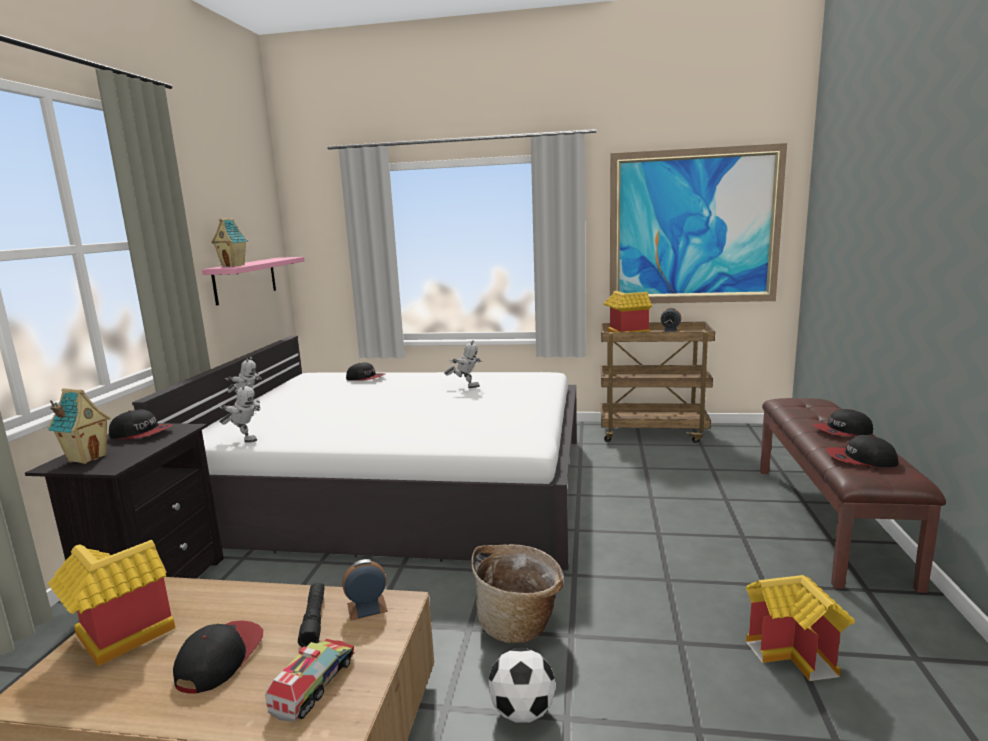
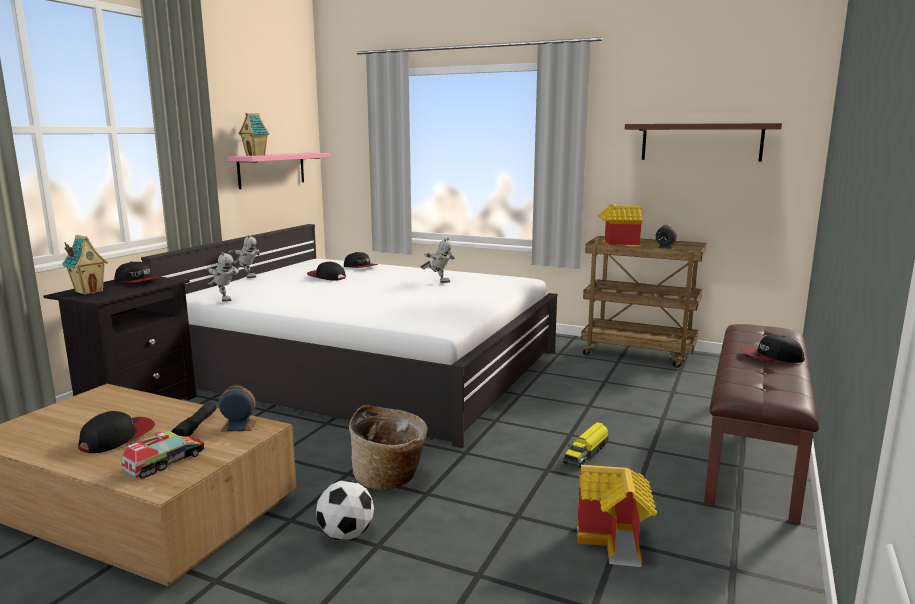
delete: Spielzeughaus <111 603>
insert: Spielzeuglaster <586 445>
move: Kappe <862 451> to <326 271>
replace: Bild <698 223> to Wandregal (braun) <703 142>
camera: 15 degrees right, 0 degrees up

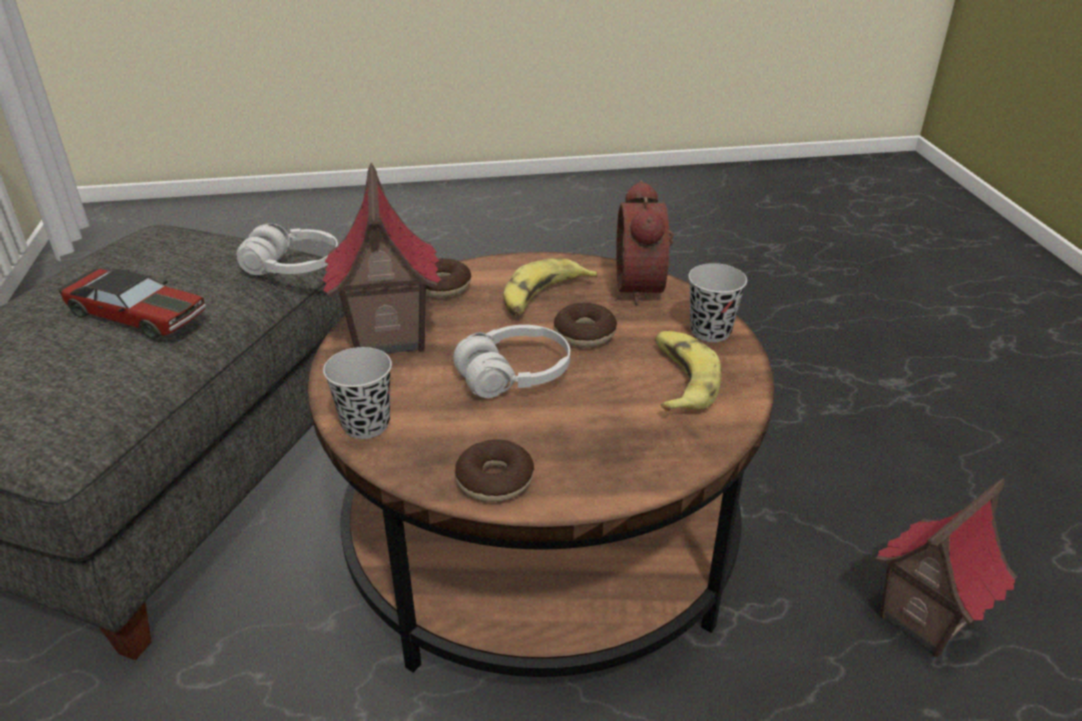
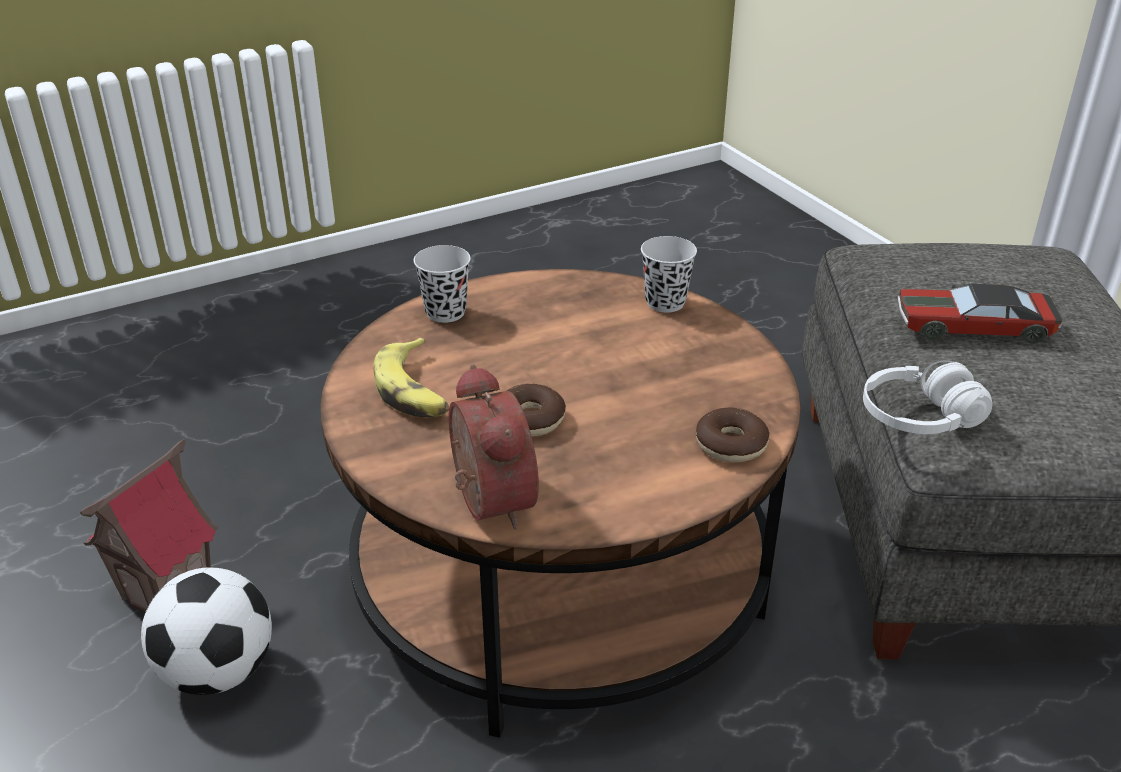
delete: Spielzeughaus <381 258>; Kopfhörer (weiß) <512 361>; Donut <494 470>; Banane <551 287>
insert: Fußball <206 631>
move: Tasse (schwarz) <717 302> to <442 284>
camera: 160 degrees right, 0 degrees up

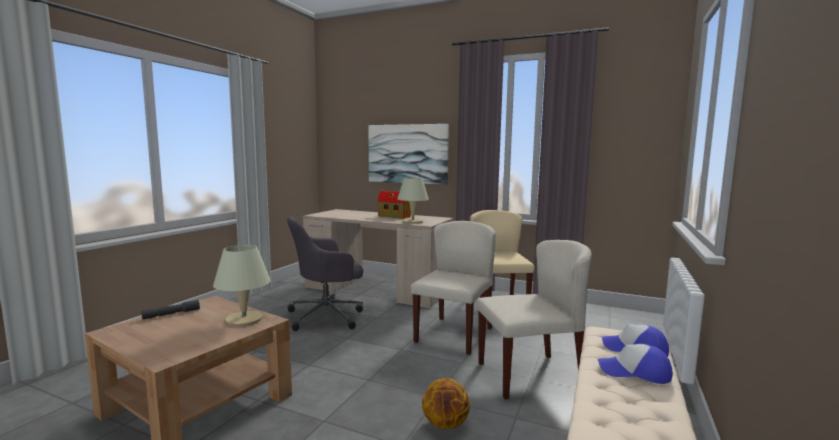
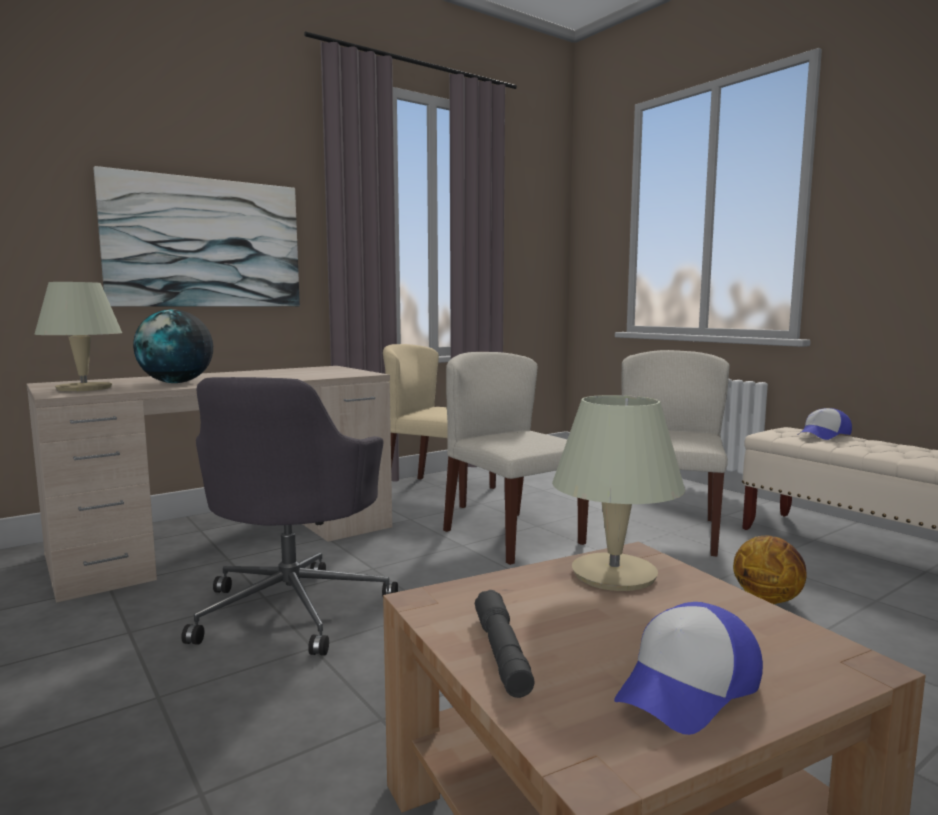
delete: Spielzeughaus <393 205>
insert: Globus <173 346>
move: Tischlampe (beige) <413 201> to <78 337>; Kappe <635 364> to <688 668>
camera: 60 degrees left, 0 degrees up

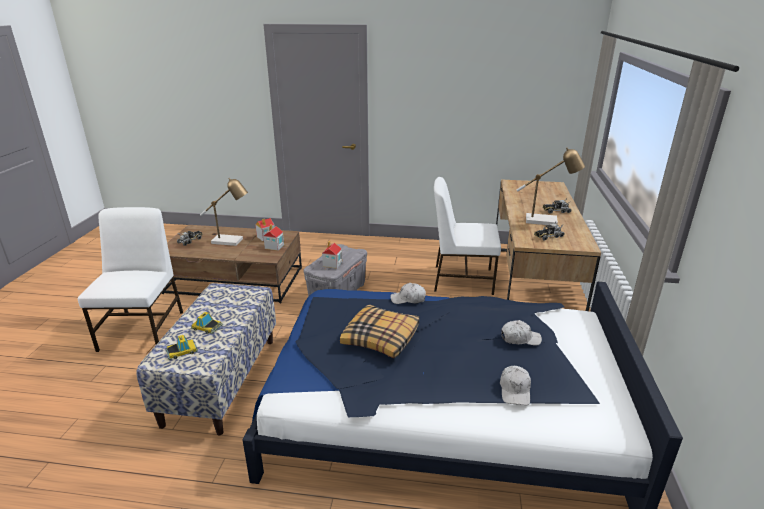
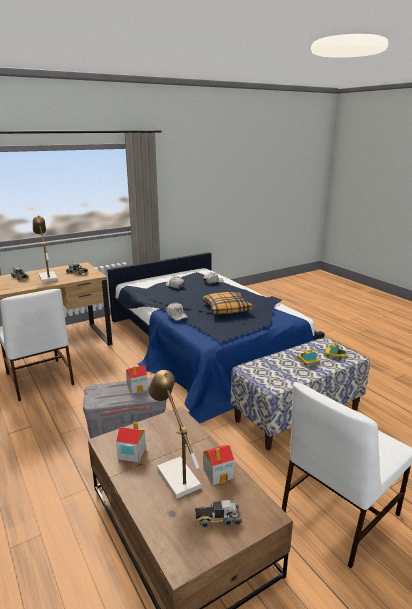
move: Spielzeughaus <274 237> to <219 465>
camera: 130 degrees left, 5 degrees down

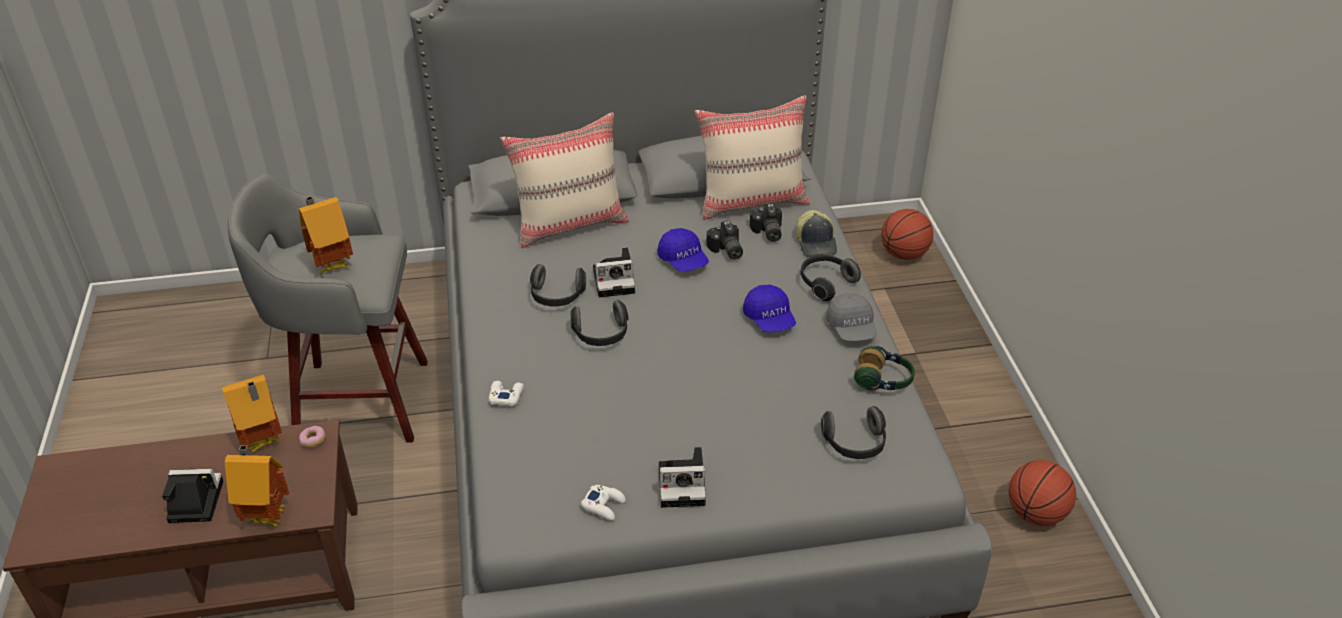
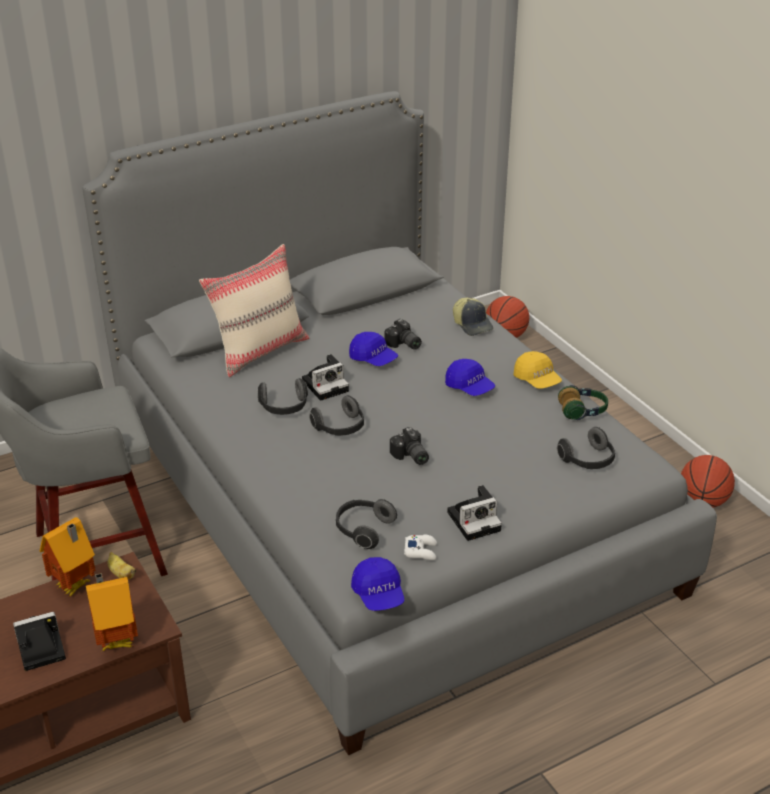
delete: Spielzeughaus <326 235>; Gamepad (weiß) <506 393>; Kissen (beige) <752 158>
insert: Kappe (blau) <377 584>
move: Kamera <766 223> to <409 446>; Kopfhörer <830 277> to <366 524>
replace: Donut <312 437> to Banane <122 565>
recolor: Kappe (grau) <851 317> to Kappe (gelb) <538 370>
camera: 20 degrees left, 5 degrees down

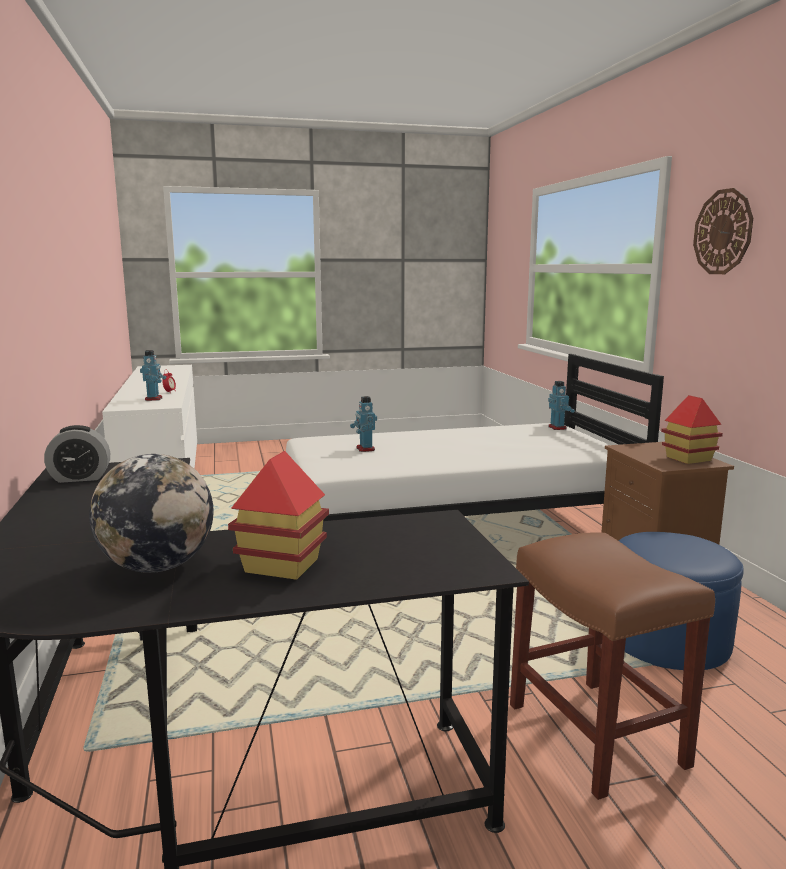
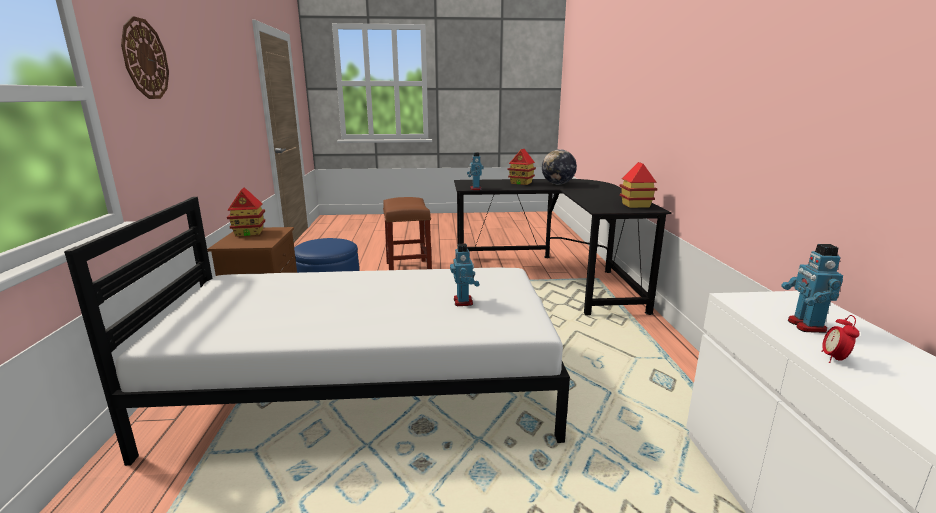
move: Spielzeugroboter <561 405> to <475 171>
replace: Wecker <77 454> to Spielzeughaus <638 185>
camera: 170 degrees left, 5 degrees up

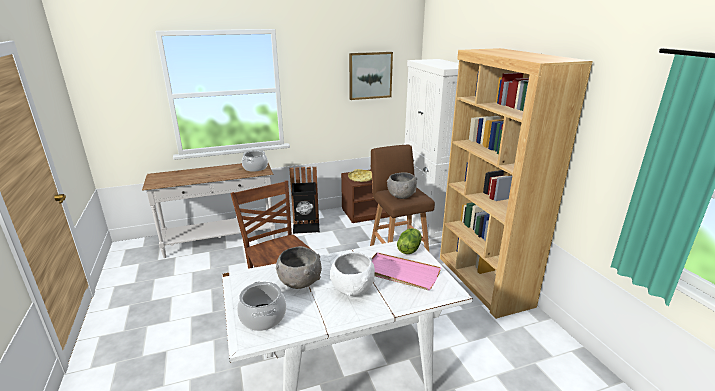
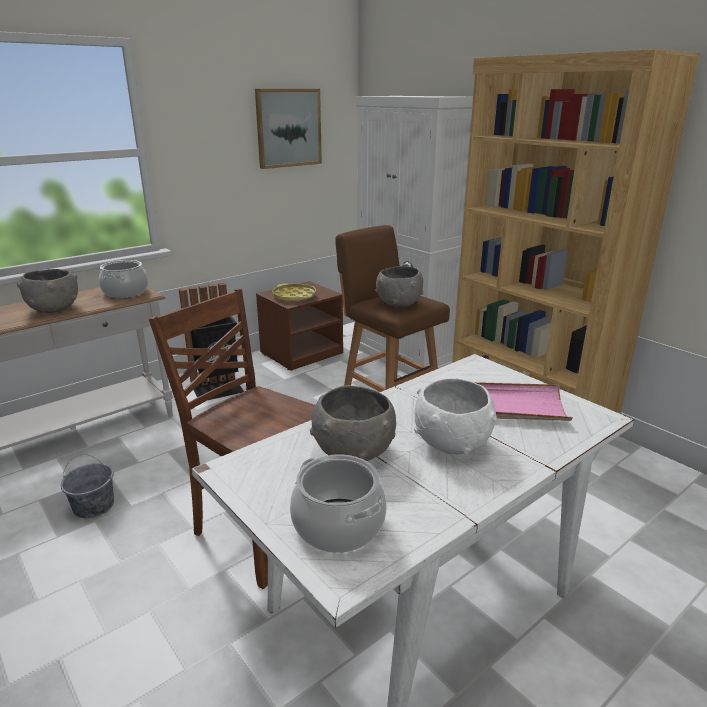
delete: Salatkopf <409 241>
insert: Schüssel (grau) <47 291>; Eimer (grau) <87 486>
camera: 20 degrees left, 0 degrees up

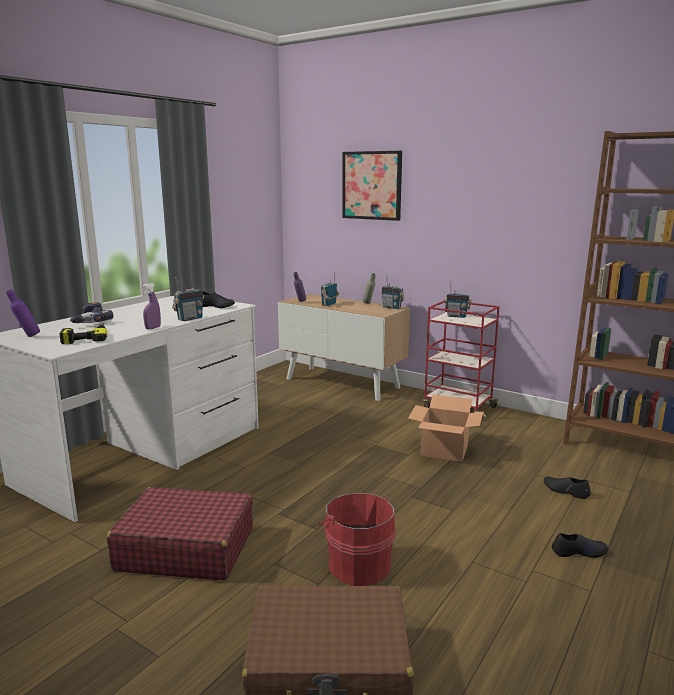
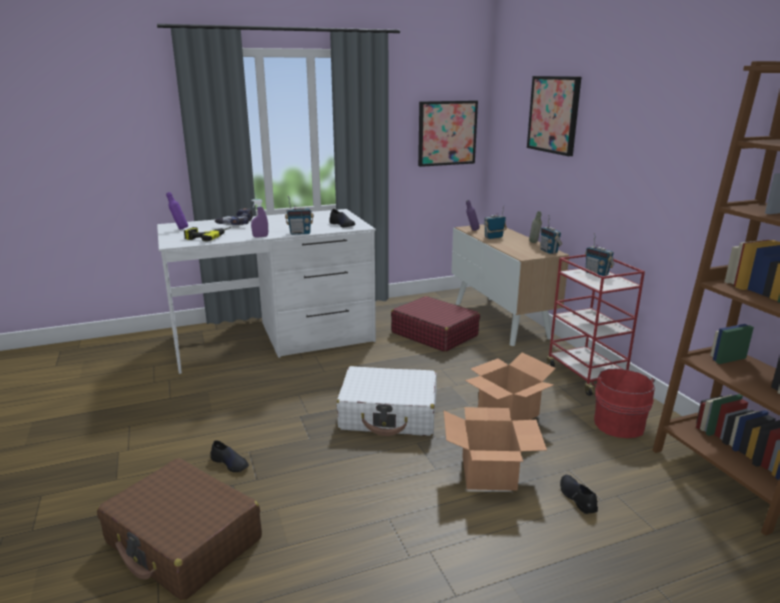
insert: Koffer (weiß) <386 401>; Bild <448 133>; Karton <495 449>
move: Koffer (rot) <180 533> to <435 324>; Eimer (rot) <357 539> to <623 403>; Schuh (schwarz) <580 545> to <230 456>
camera: 35 degrees right, 5 degrees up

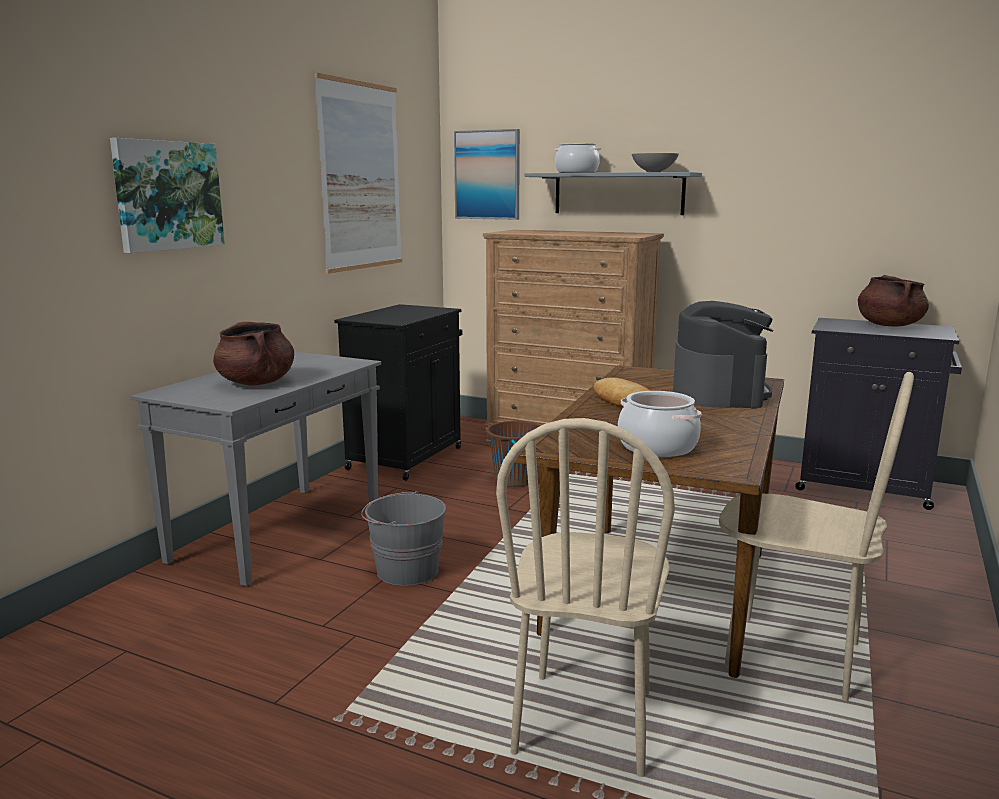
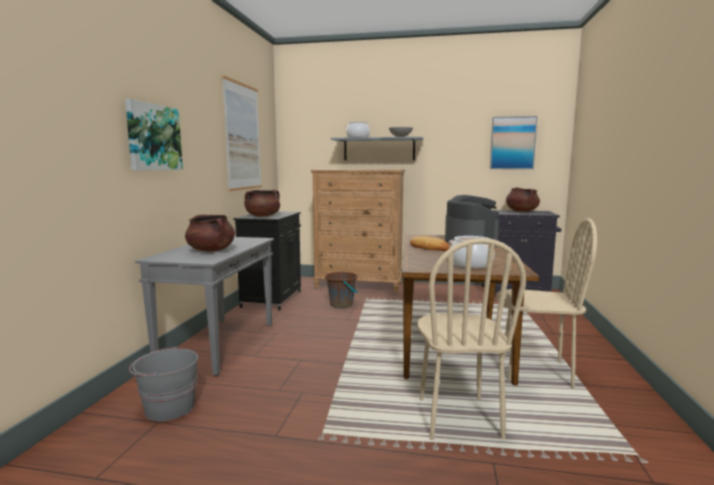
insert: Kochtopf (braun) <262 203>
move: Eimer (grau) <403 538> to <163 384>; Bild <487 174> to <514 142>
camera: 15 degrees left, 5 degrees down

